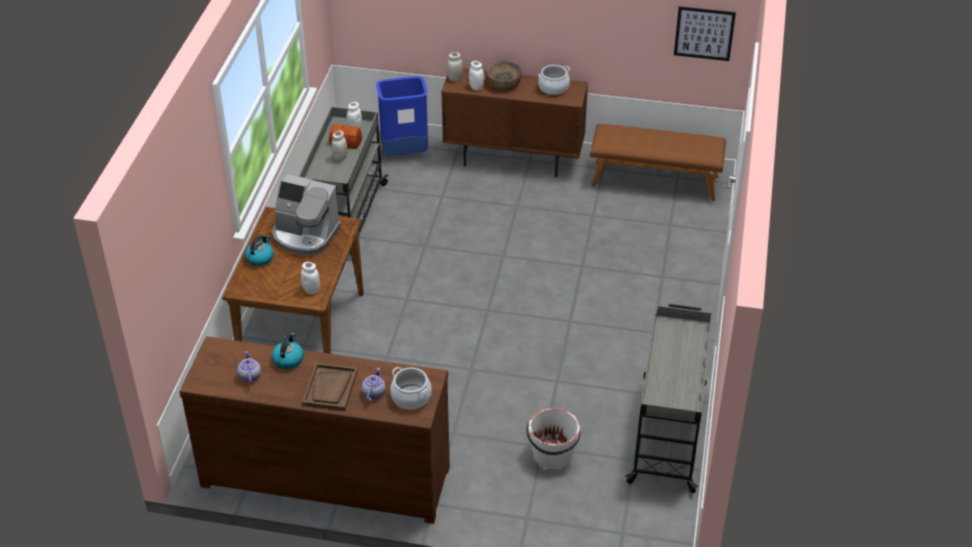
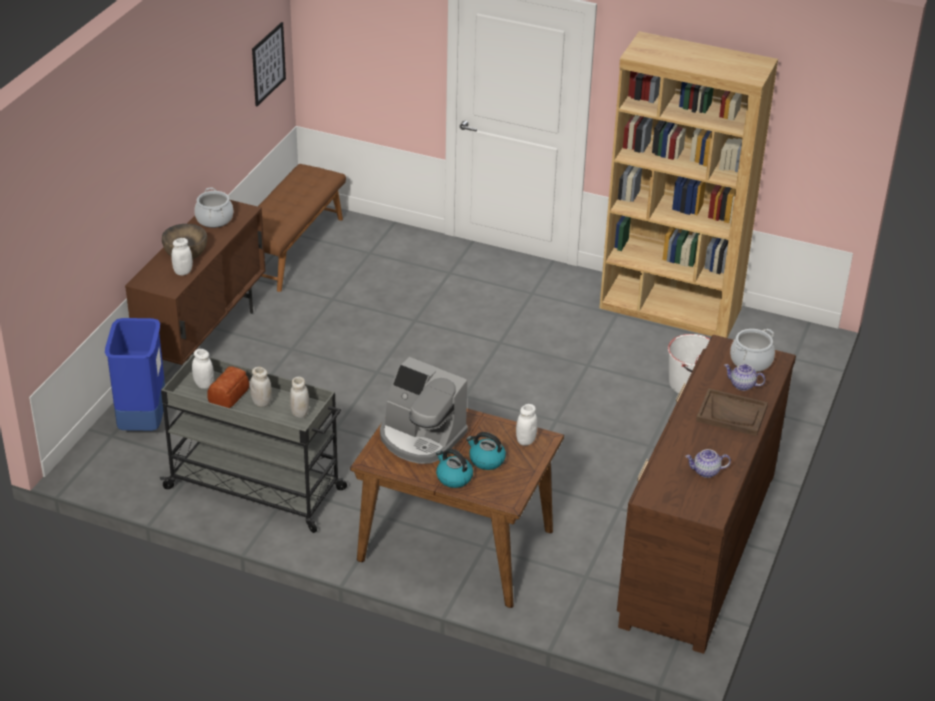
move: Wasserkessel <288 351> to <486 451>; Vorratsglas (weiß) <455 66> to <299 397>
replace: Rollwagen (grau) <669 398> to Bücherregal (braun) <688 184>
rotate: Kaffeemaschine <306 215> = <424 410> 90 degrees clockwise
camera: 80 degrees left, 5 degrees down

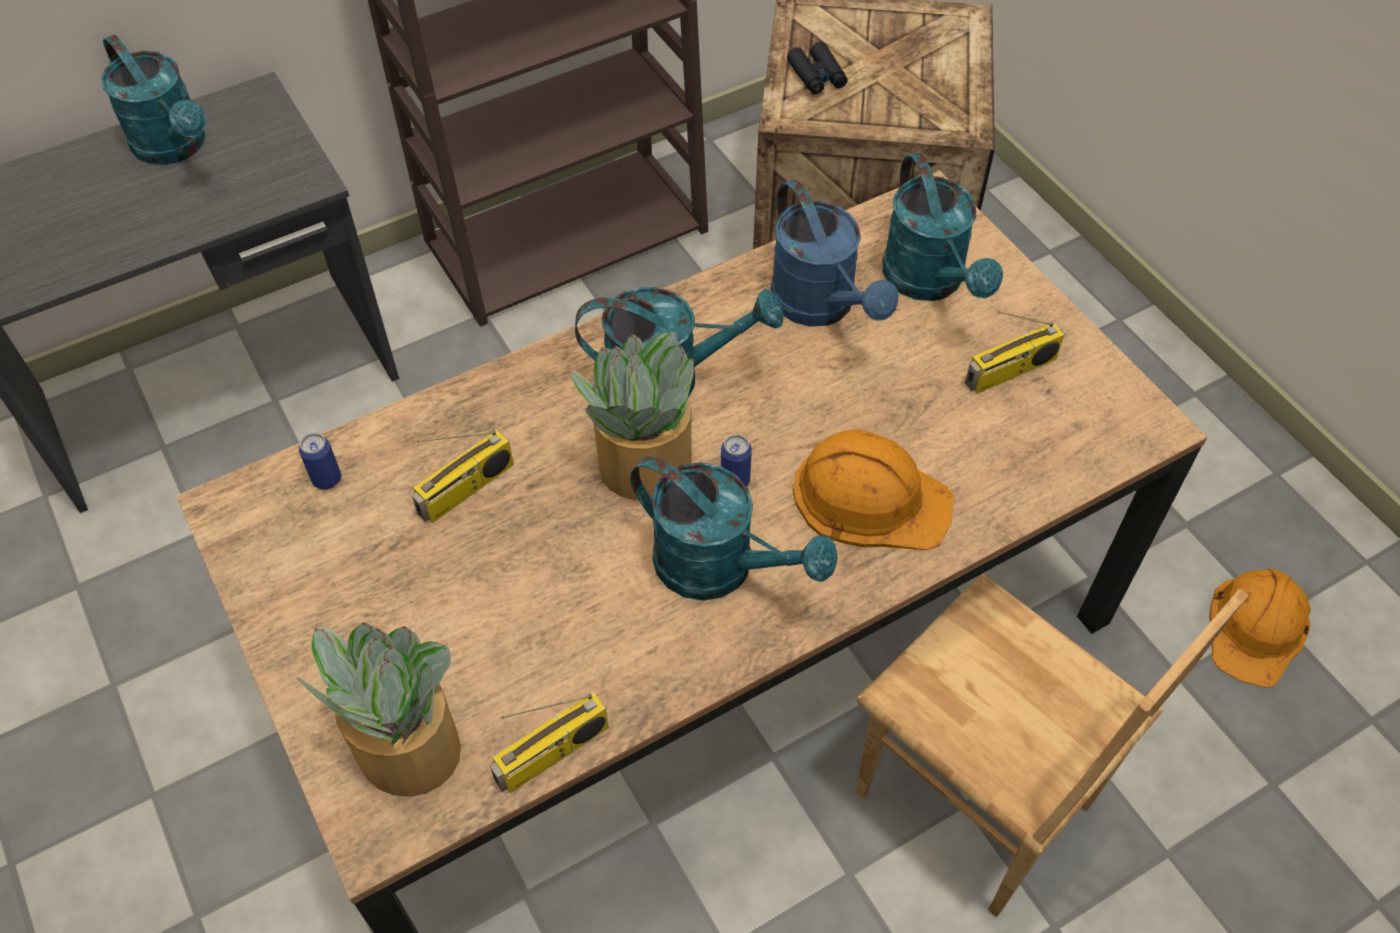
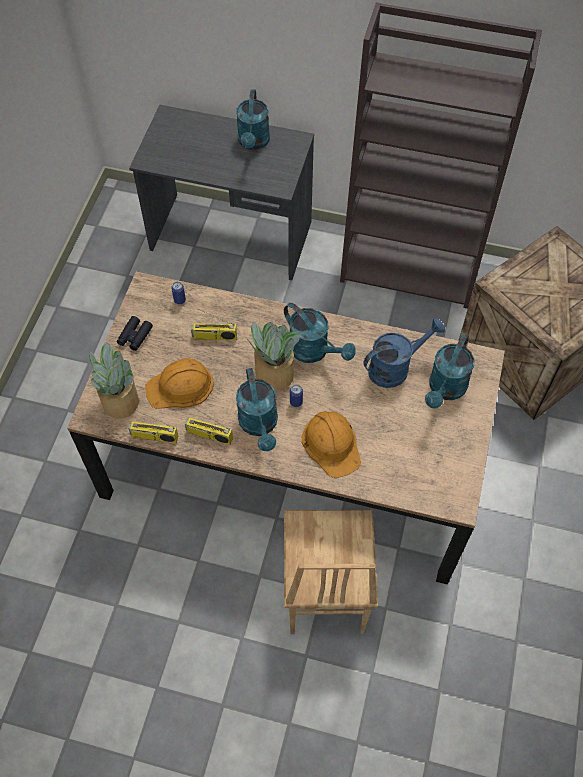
move: Fernglas (schwarz) <817 68> to <135 333>; Radio <1014 352> to <209 426>; Schutzhelm (orange) <1260 628> to <179 383>
rotate: Gießkanne (blau) <834 253> = <404 353> 135 degrees counterclockwise
camera: 45 degrees right, 5 degrees up

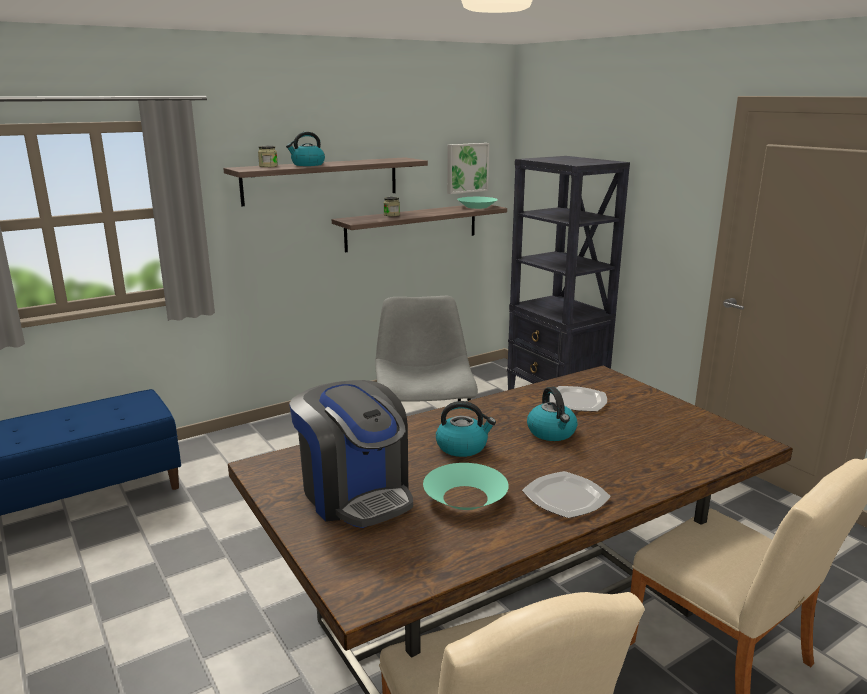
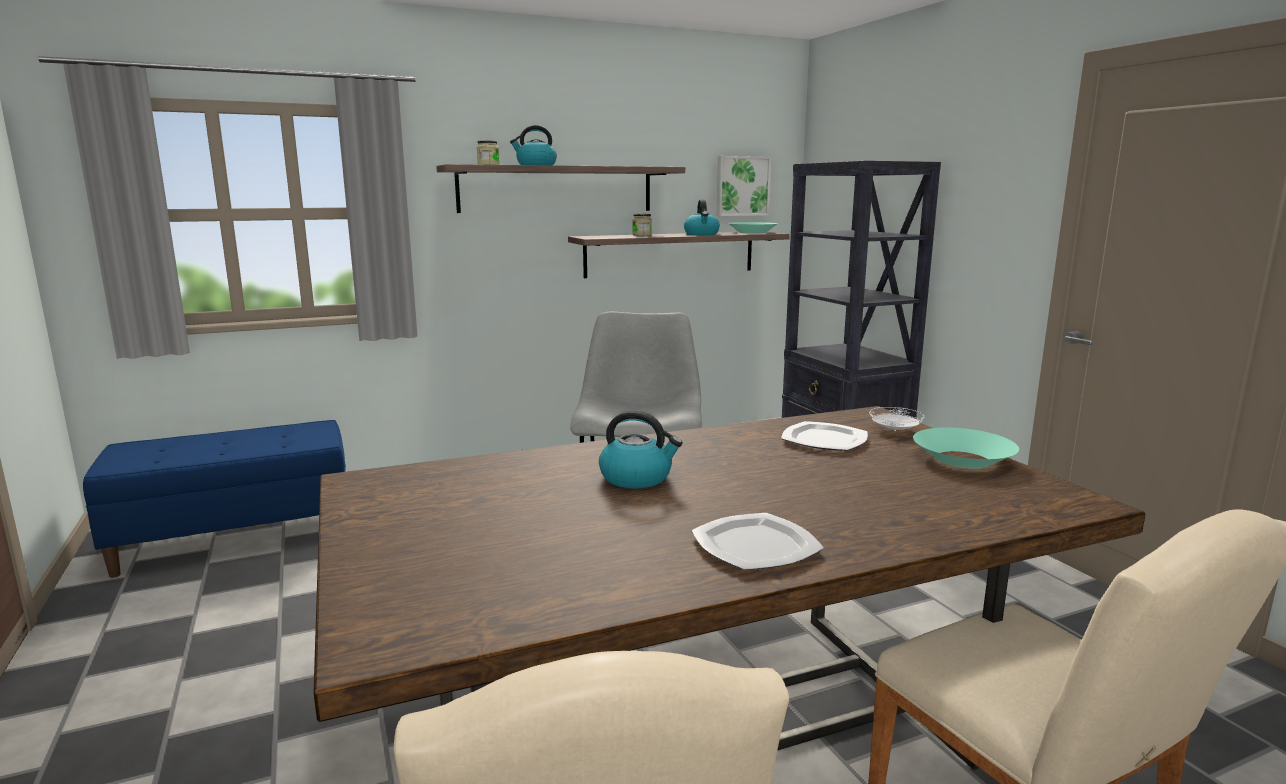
delete: Kaffeemaschine <351 454>
insert: Teller (weiß) <896 419>
move: Schüssel (türkis) <466 486> to <966 448>; Wasserkessel <552 414> to <702 217>
camera: 10 degrees right, 5 degrees down

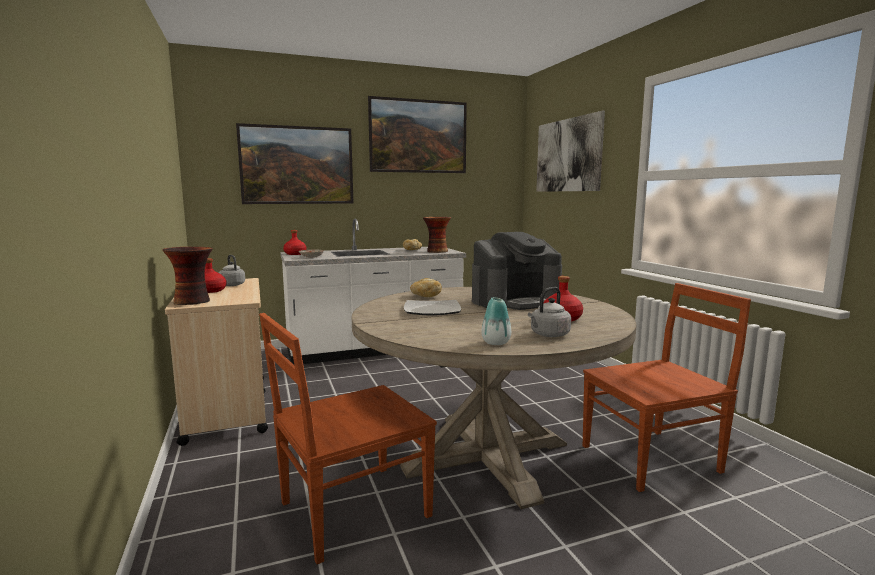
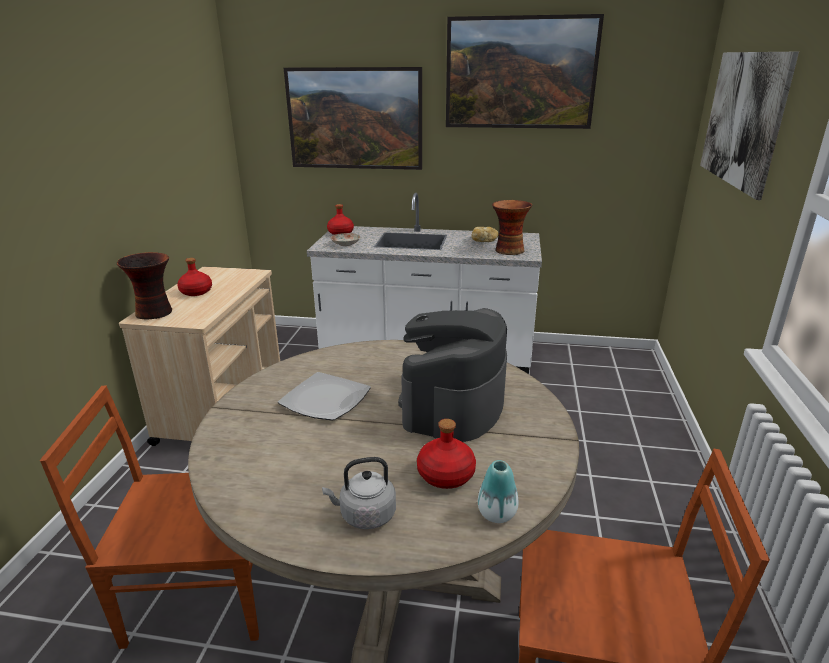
delete: Wasserkessel (grau) <232 270>; Brot <426 287>
move: Vase <496 321> to <498 491>
rotate: Kaffeemaschine <517 271> = <452 375> 105 degrees clockwise
camera: 30 degrees right, 15 degrees up

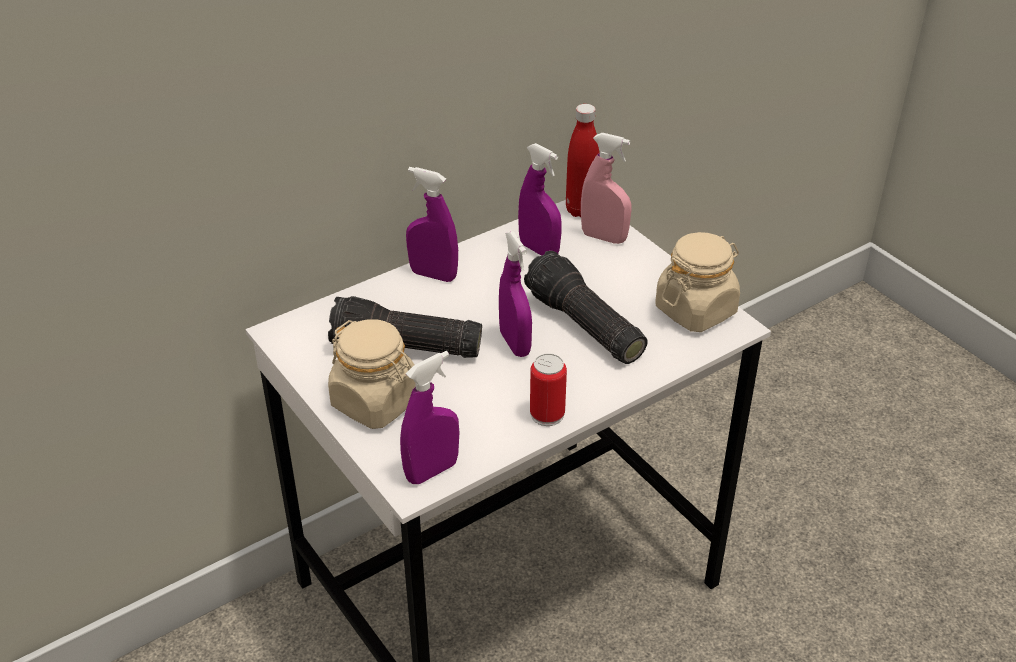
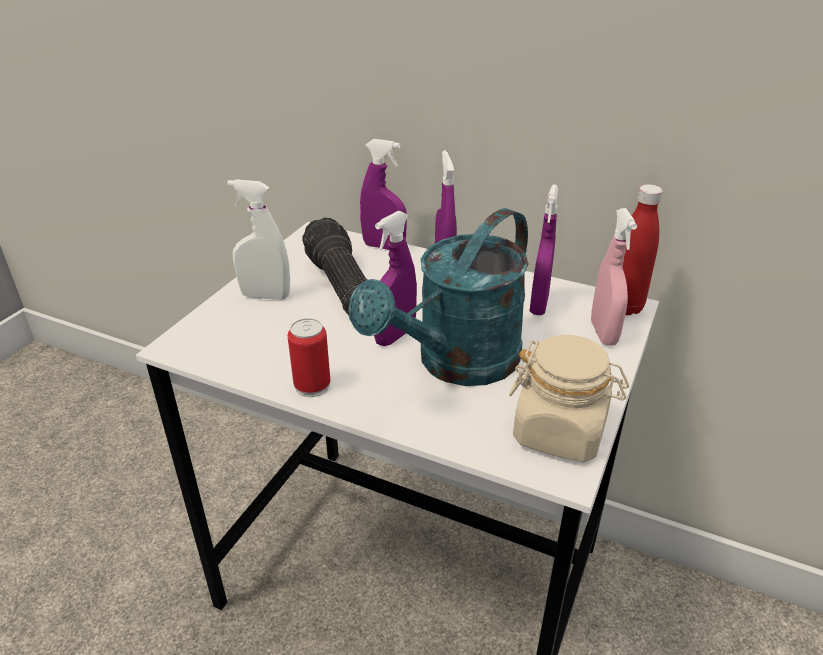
move: Sprühflasche (lila) <429 417> to <383 194>
replace: Vorratsglas (beige) <372 374> to Sprühflasche (weiß) <258 239>; Taschenlampe <585 307> to Gießkanne (türkis) <439 297>
camera: 60 degrees right, 5 degrees down

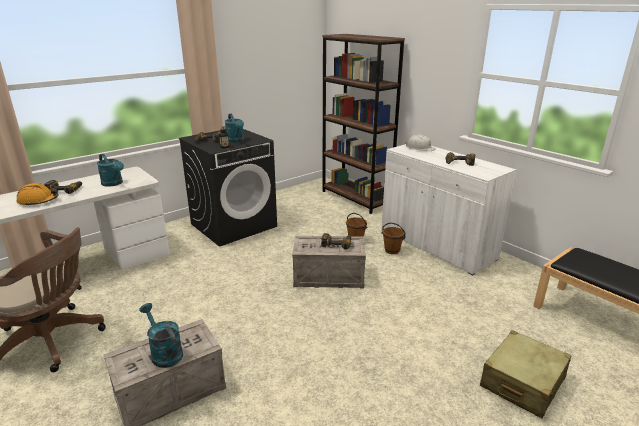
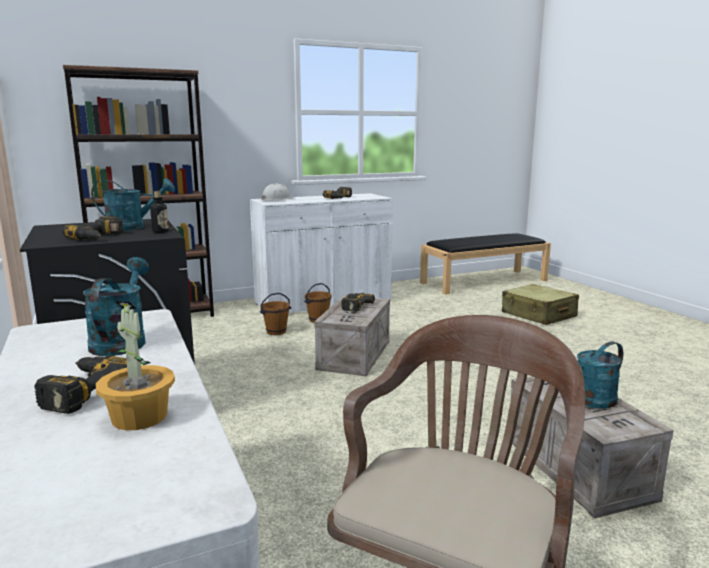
replace: Schutzhelm (orange) <38 194> to Topfpflanze <135 365>
rotate: Gießkanne (türkis) <110 170> = <116 306> 60 degrees counterclockwise
camera: 75 degrees left, 10 degrees down

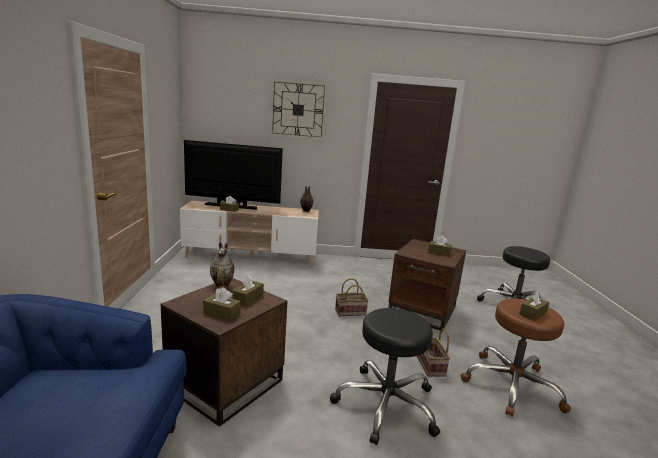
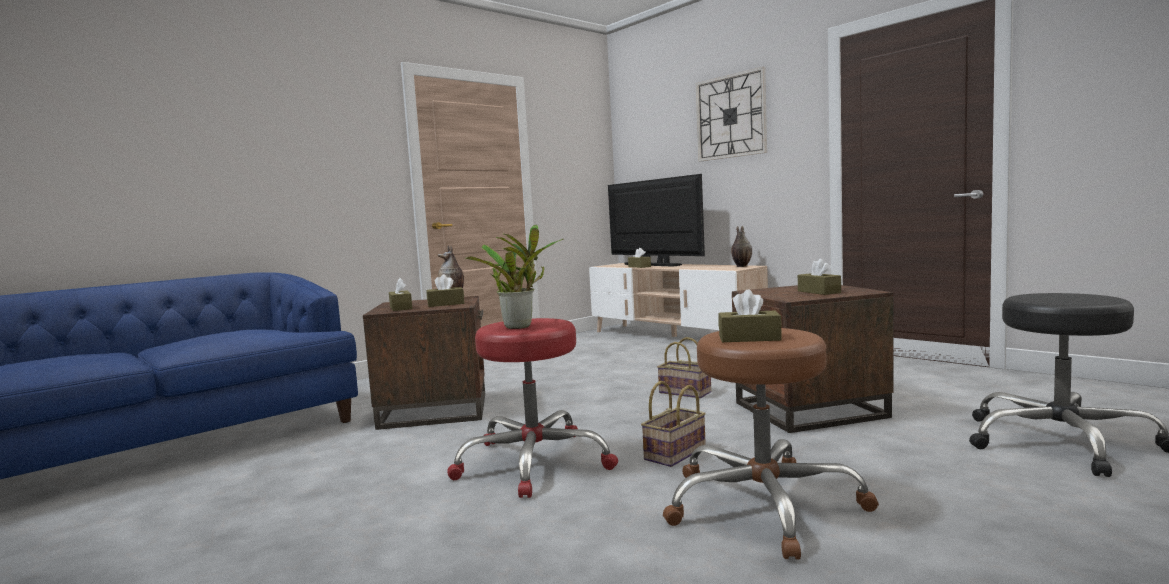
insert: Topfpflanze <514 277>
recolor: Hocker (schwarz) <385 376> to Hocker (rot) <532 408>
camera: 50 degrees right, 10 degrees down

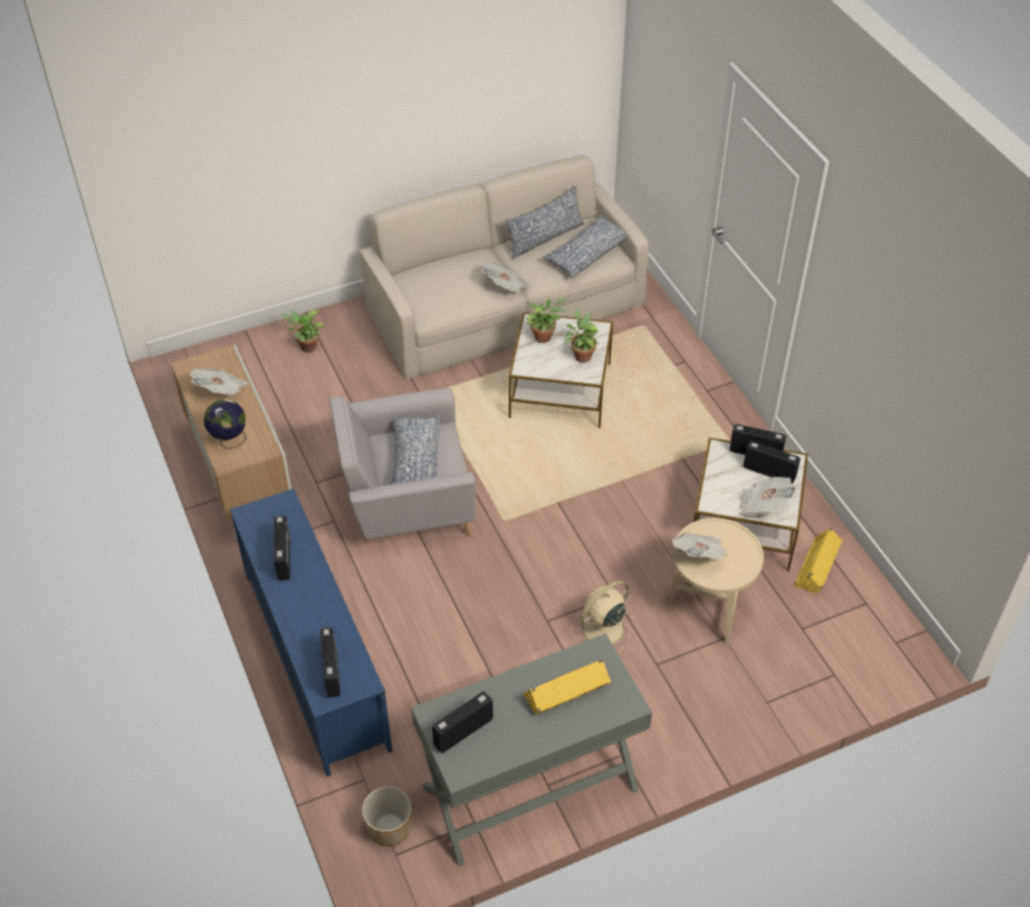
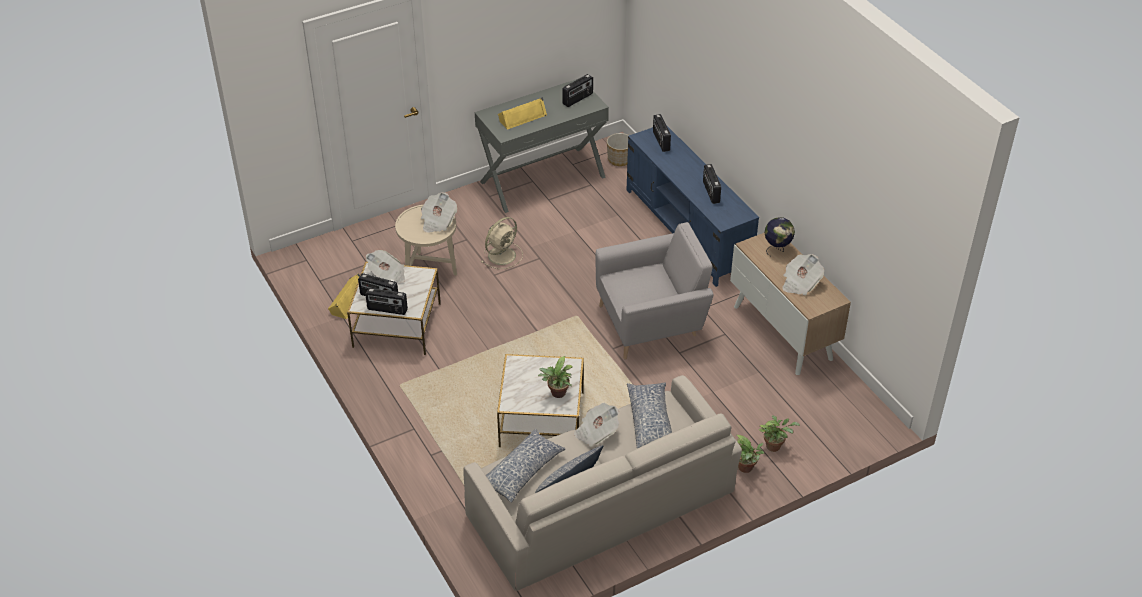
move: Kissen <416 449> to <649 415>; Topfpflanze <581 335> to <750 454>
camera: 175 degrees right, 5 degrees down

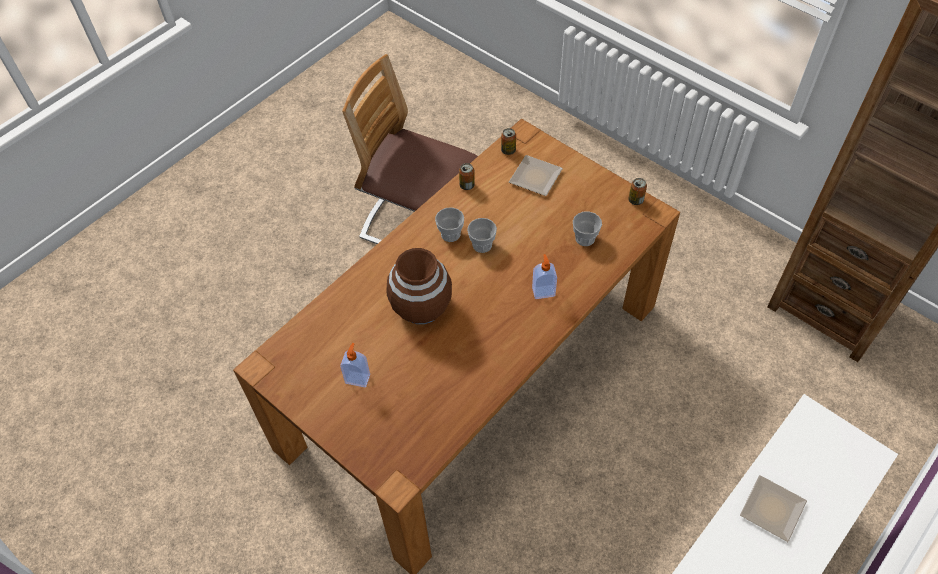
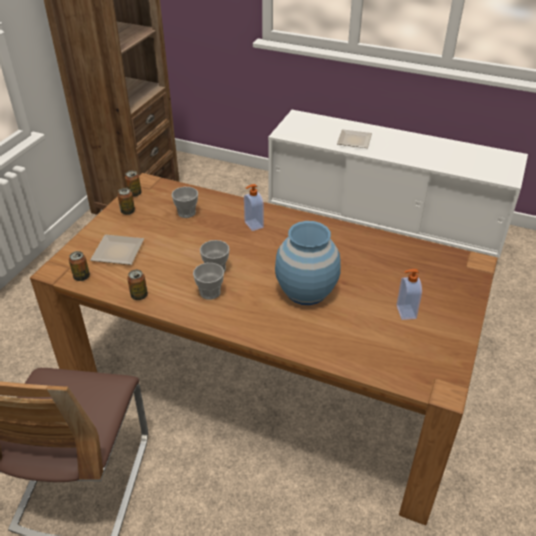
insert: Dose <126 201>
recolor: Vase (braun) <419 286> to Vase (blau) <308 263>
camera: 110 degrees left, 15 degrees down

